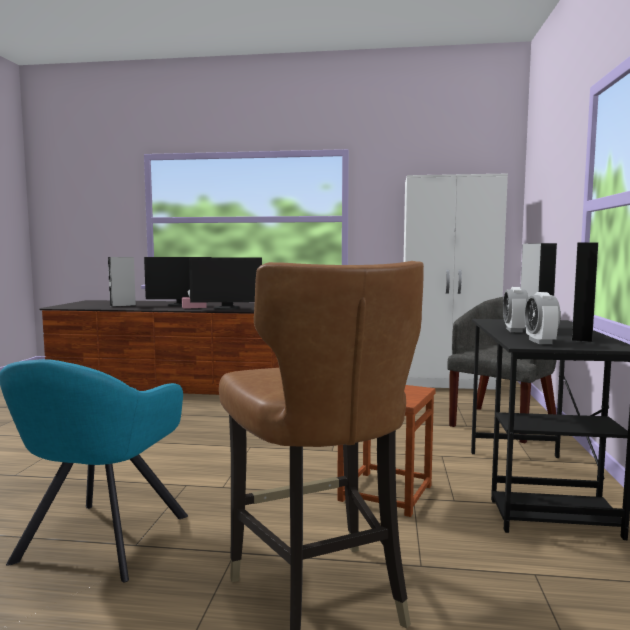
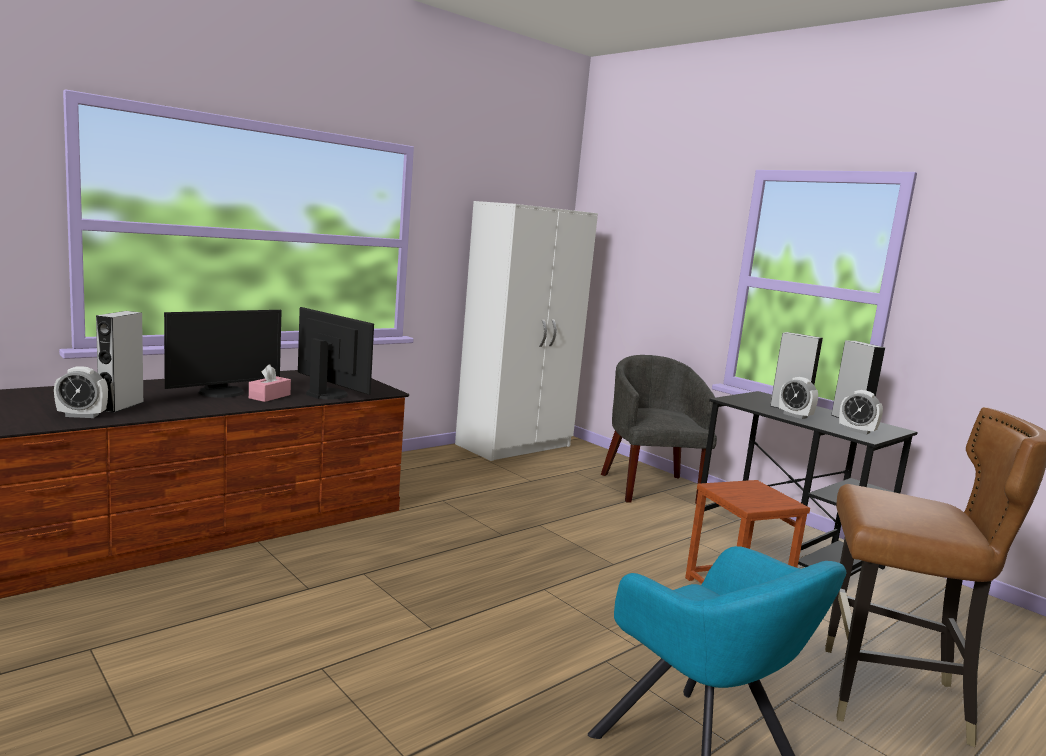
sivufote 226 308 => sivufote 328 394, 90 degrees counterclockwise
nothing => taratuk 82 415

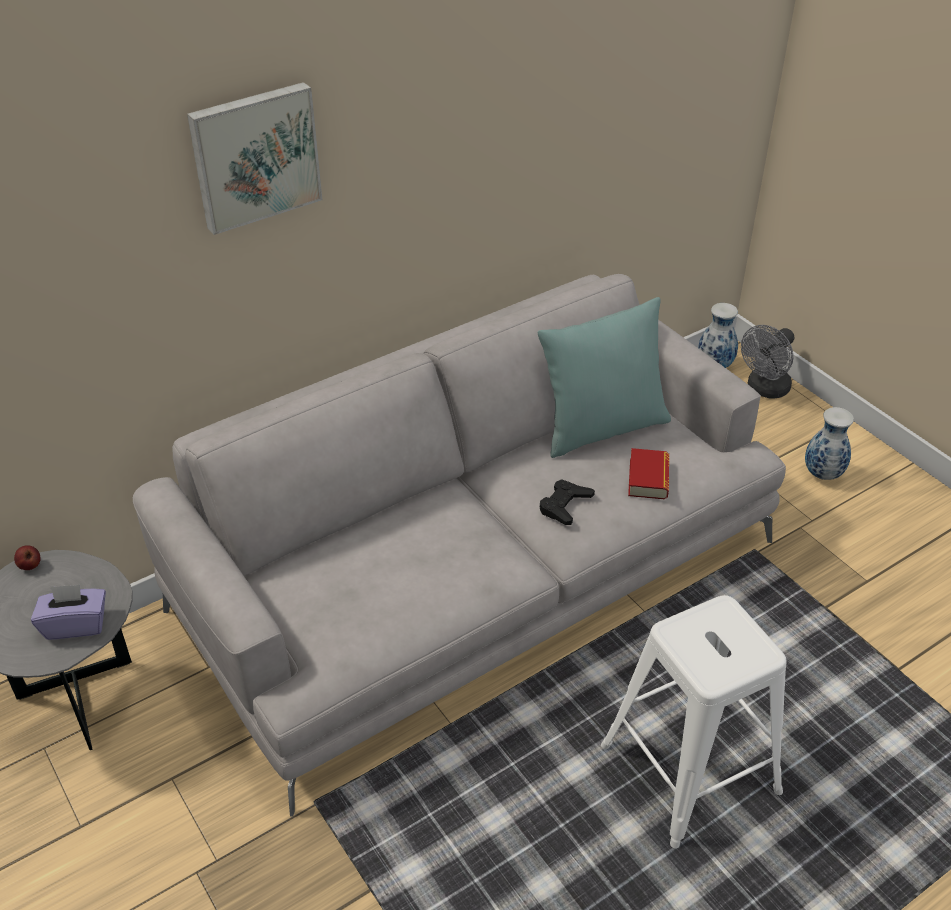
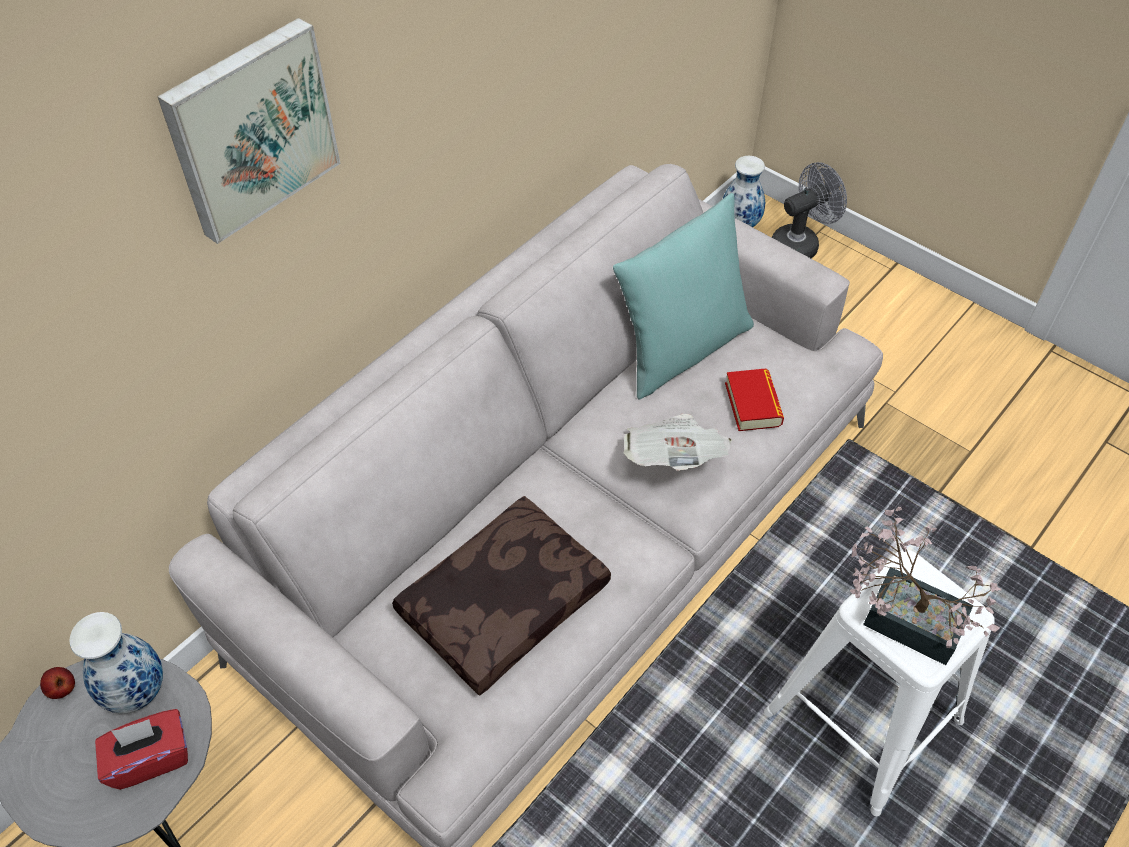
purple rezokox 76 624 => red rezokox 151 758
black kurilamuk 564 505 => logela 674 459
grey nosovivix 764 390 => grey nosovivix 800 244, 150 degrees counterclockwise
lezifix 821 474 => lezifix 135 691, relocated
nothing => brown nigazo 503 600
nothing => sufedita 902 616

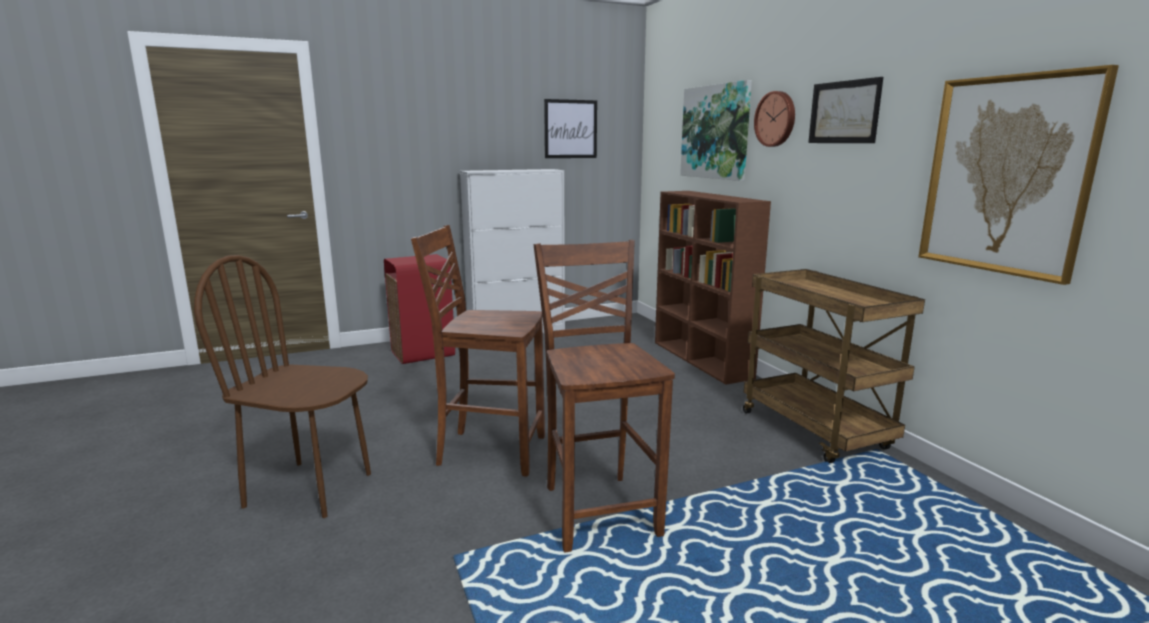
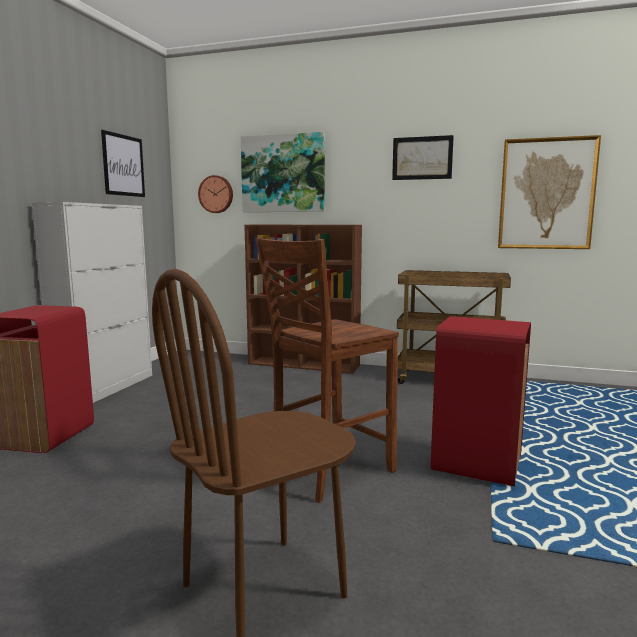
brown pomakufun 599 509 => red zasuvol 476 464
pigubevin 776 119 => pigubevin 216 194, relocated

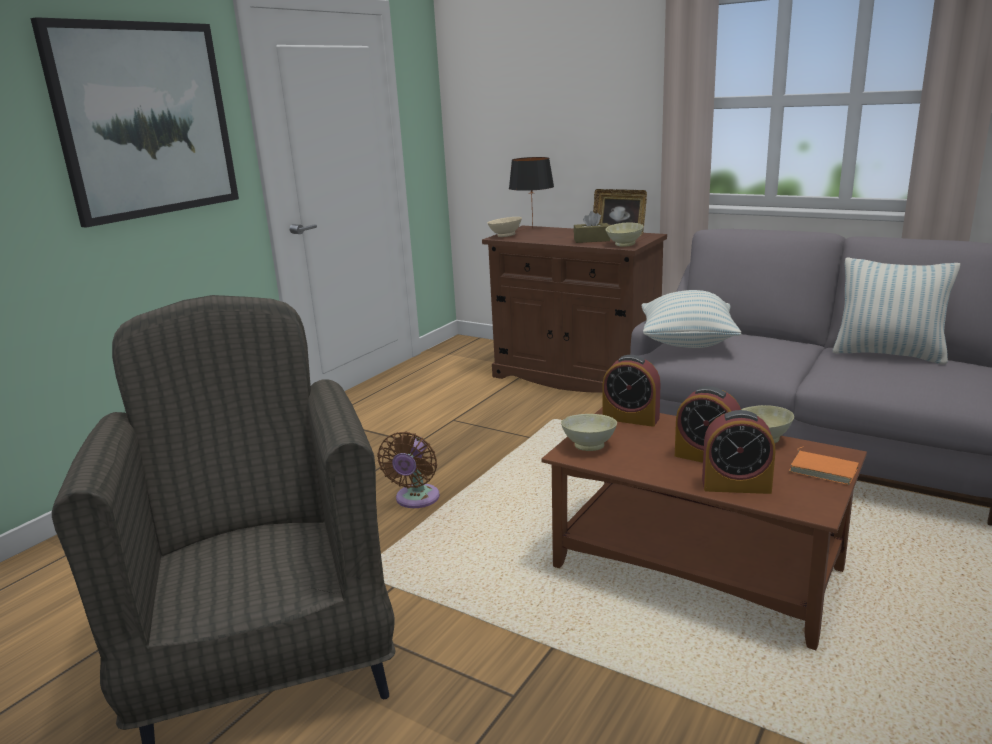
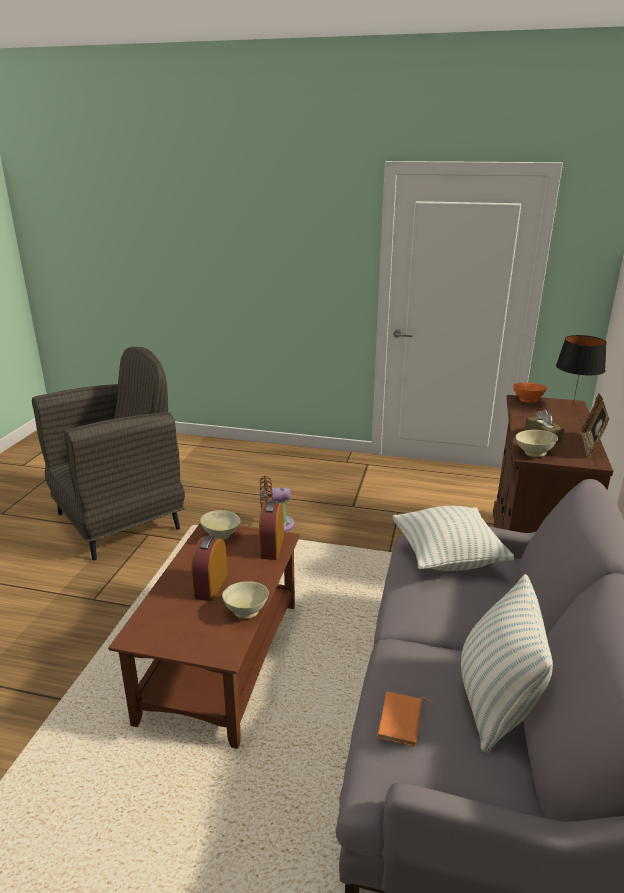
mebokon 145 120 => nothing
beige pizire 505 236 => orange pizire 528 400
taratuk 736 485 => nothing
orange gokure 824 470 => orange gokure 402 721, relocated

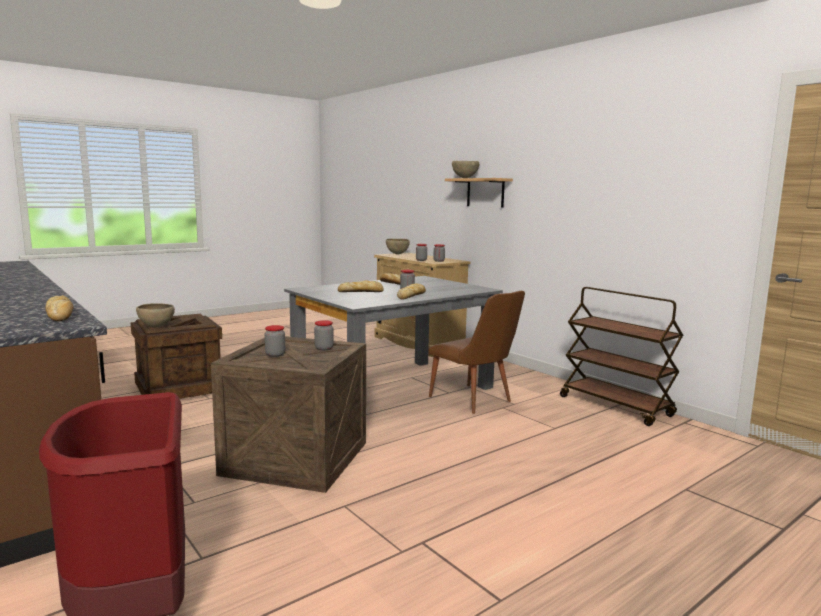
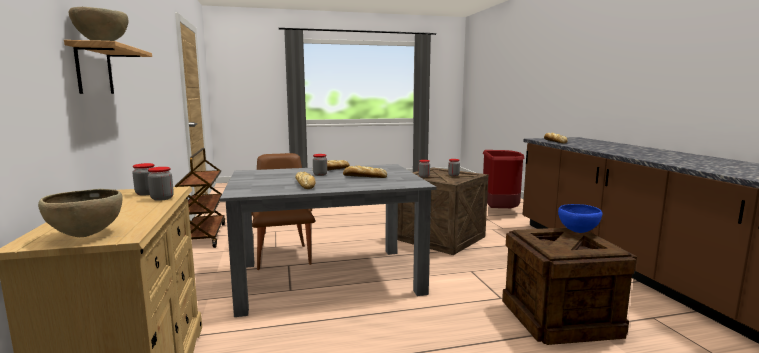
brown pizire 156 327 => blue pizire 578 232

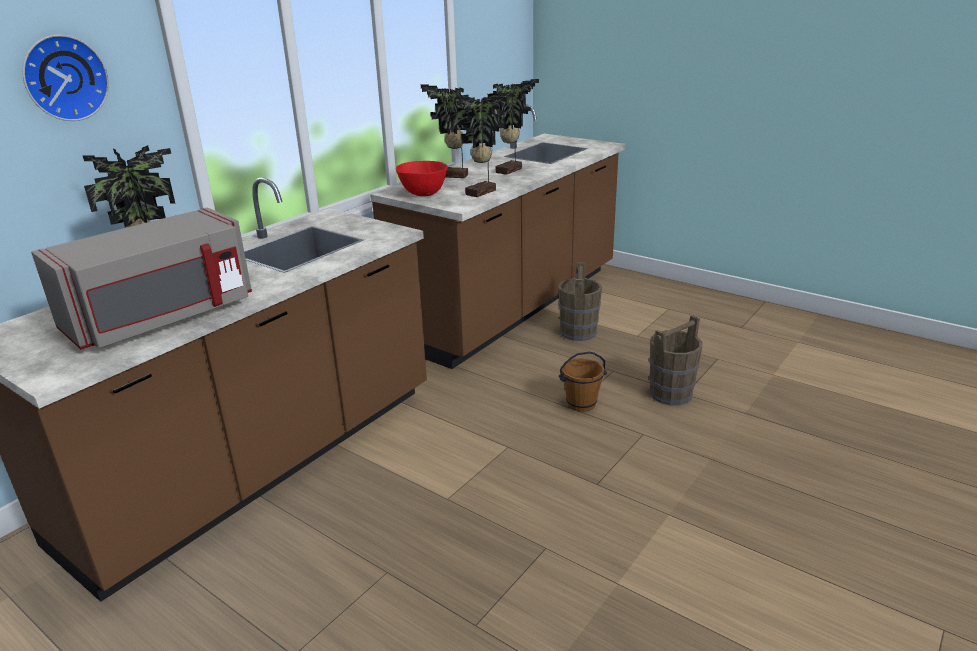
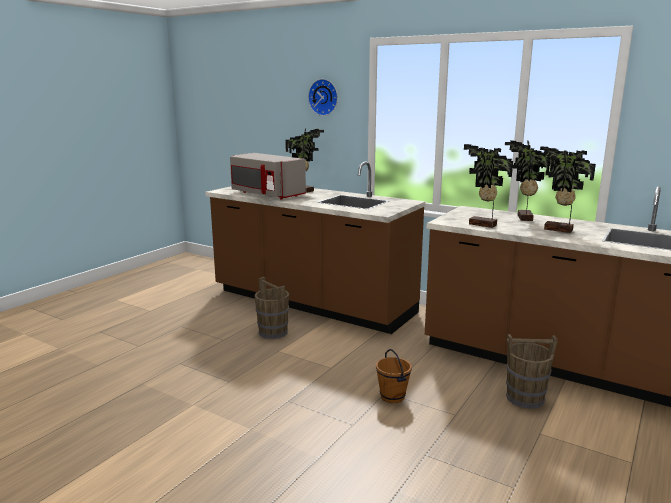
red pizire 424 194 => nothing
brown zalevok 671 393 => brown zalevok 273 332, relocated

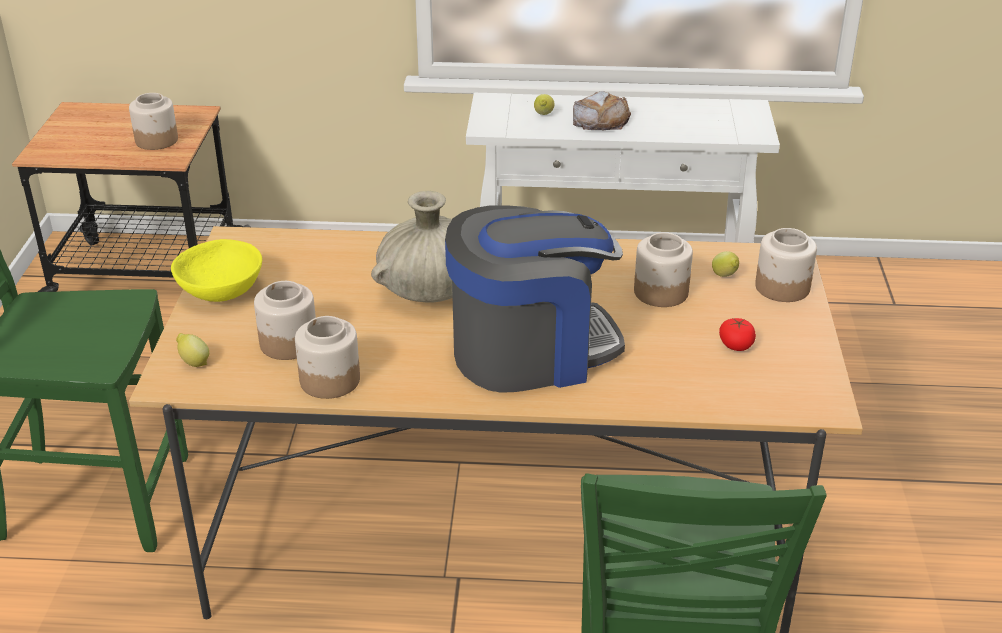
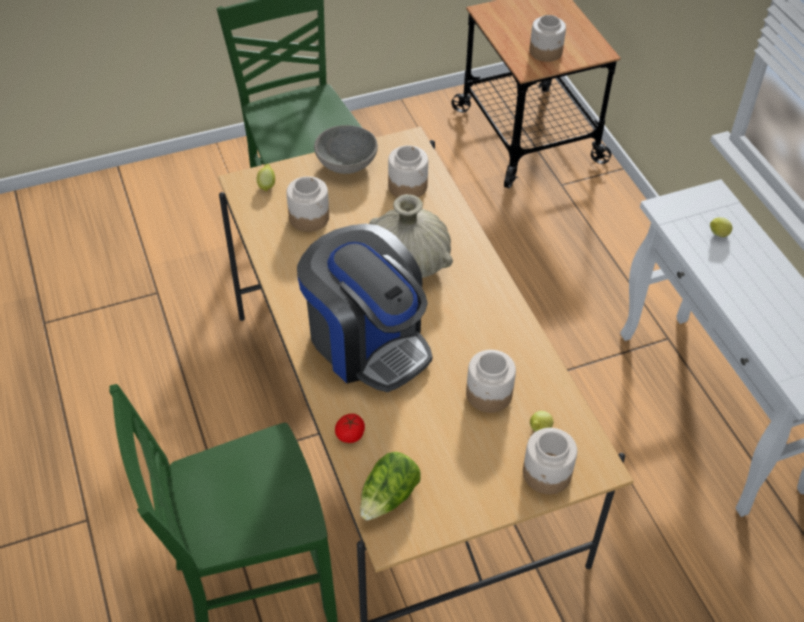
yellow pizire 220 291 => grey pizire 347 163
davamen 329 380 => davamen 408 186, relocated
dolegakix 601 120 => nothing
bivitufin 736 345 => bivitufin 350 434, relocated
nothing => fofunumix 389 497

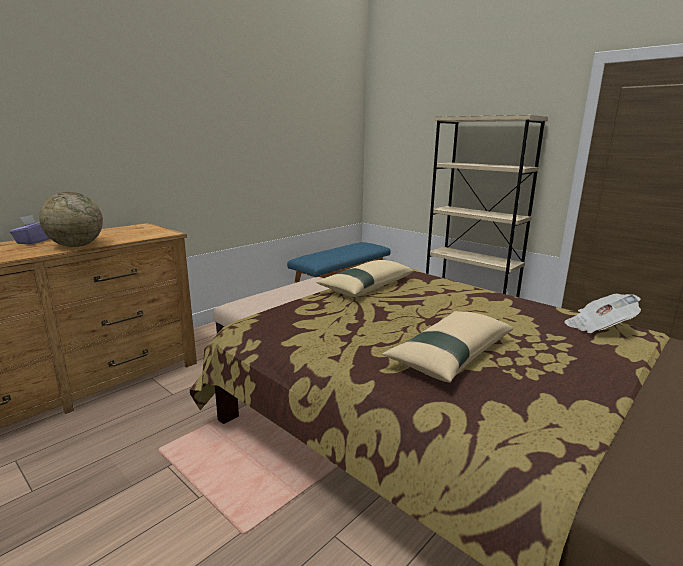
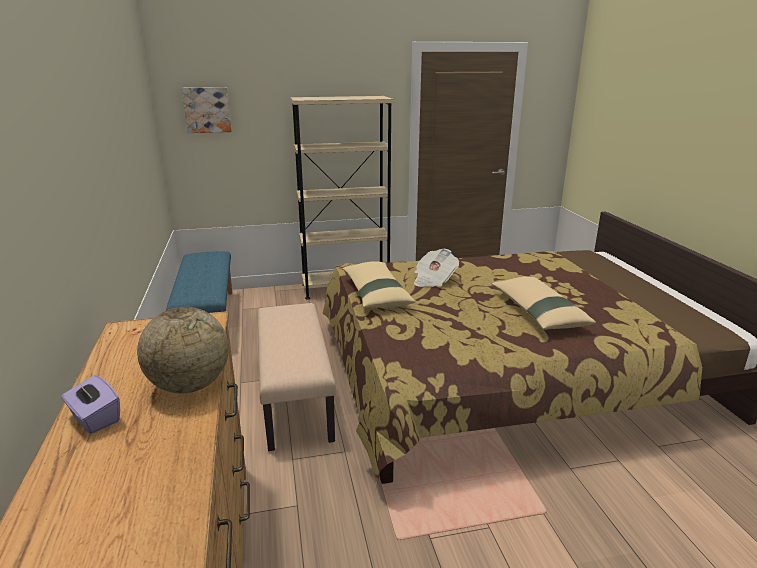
logela 598 328 => logela 433 280, relocated
nothing => mebokon 207 110

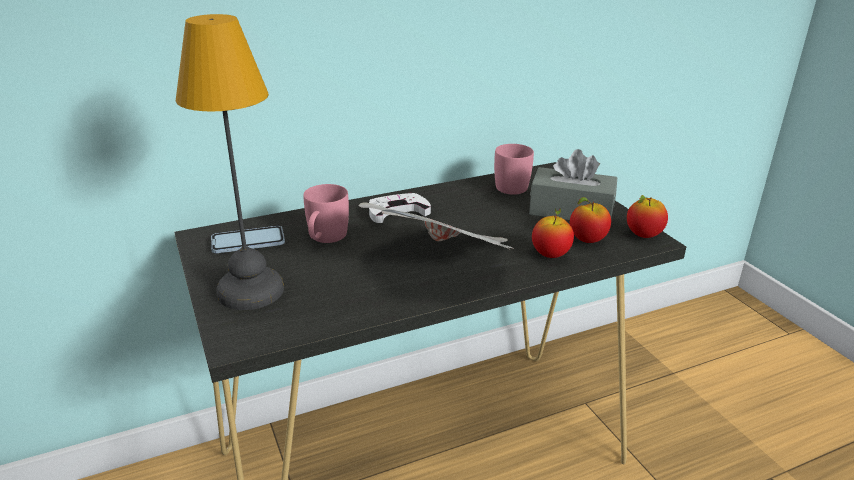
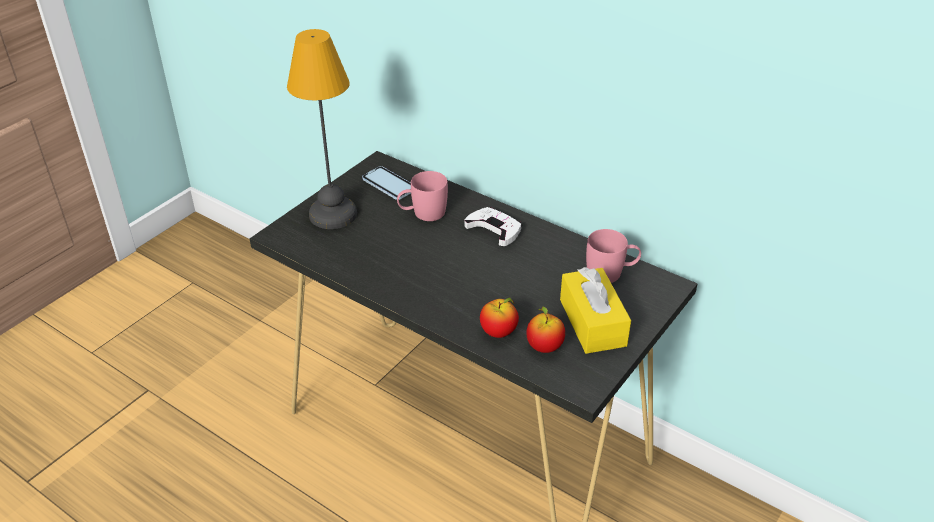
logela 444 263 => nothing
grey rezokox 571 211 => yellow rezokox 592 322
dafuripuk 643 235 => nothing

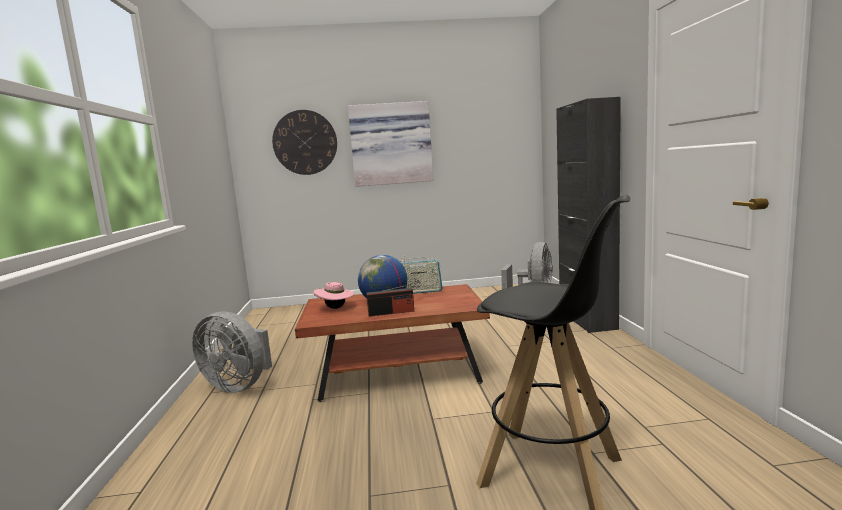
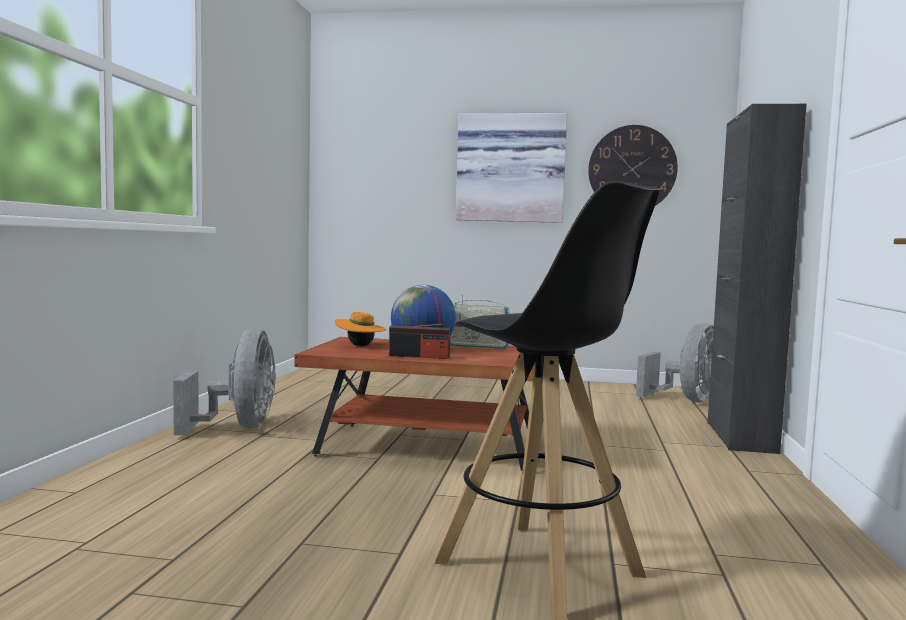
grey nosovivix 239 385 => grey nosovivix 239 427, 135 degrees counterclockwise
pigubevin 305 142 => pigubevin 632 169, relocated
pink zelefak 335 308 => orange zelefak 360 346

